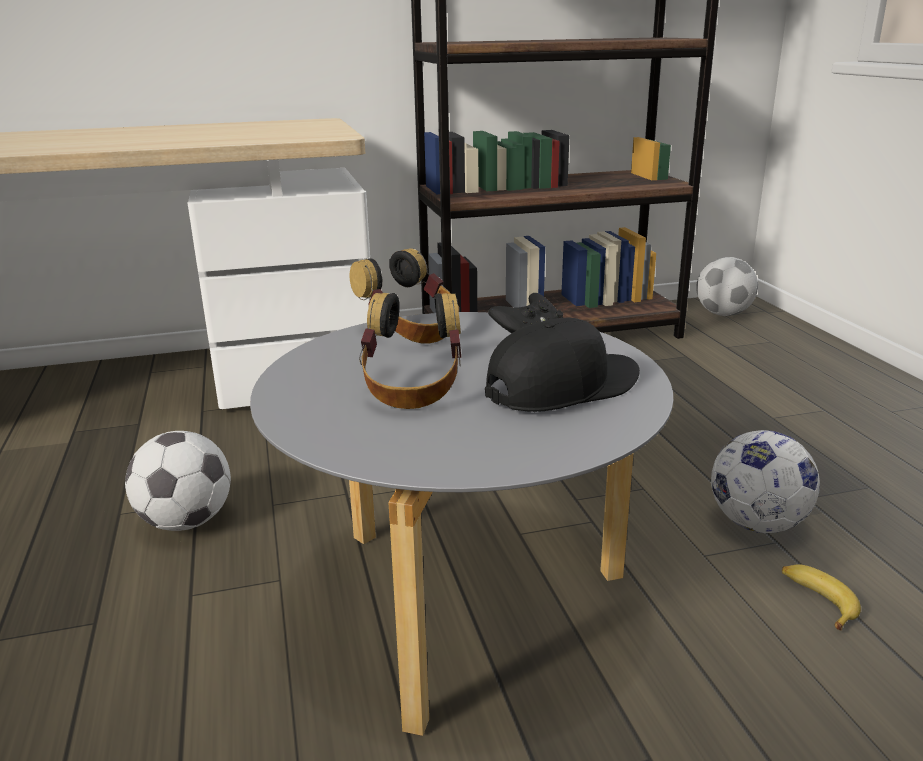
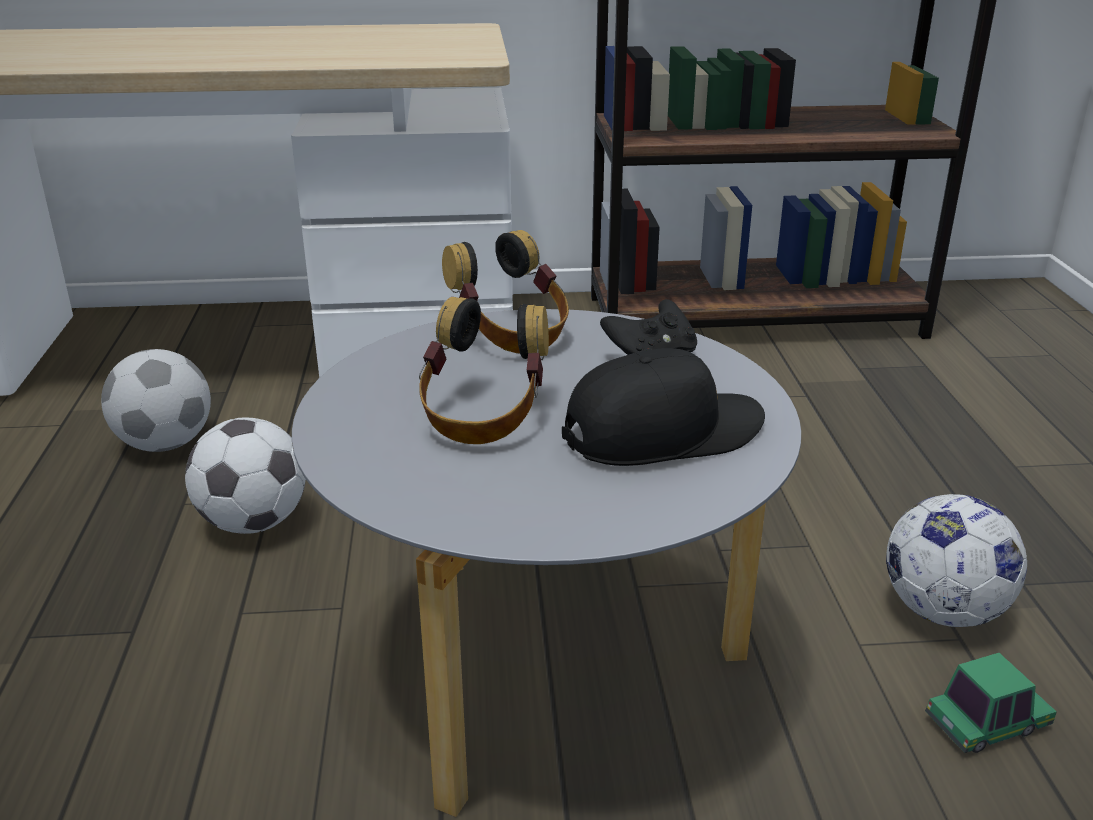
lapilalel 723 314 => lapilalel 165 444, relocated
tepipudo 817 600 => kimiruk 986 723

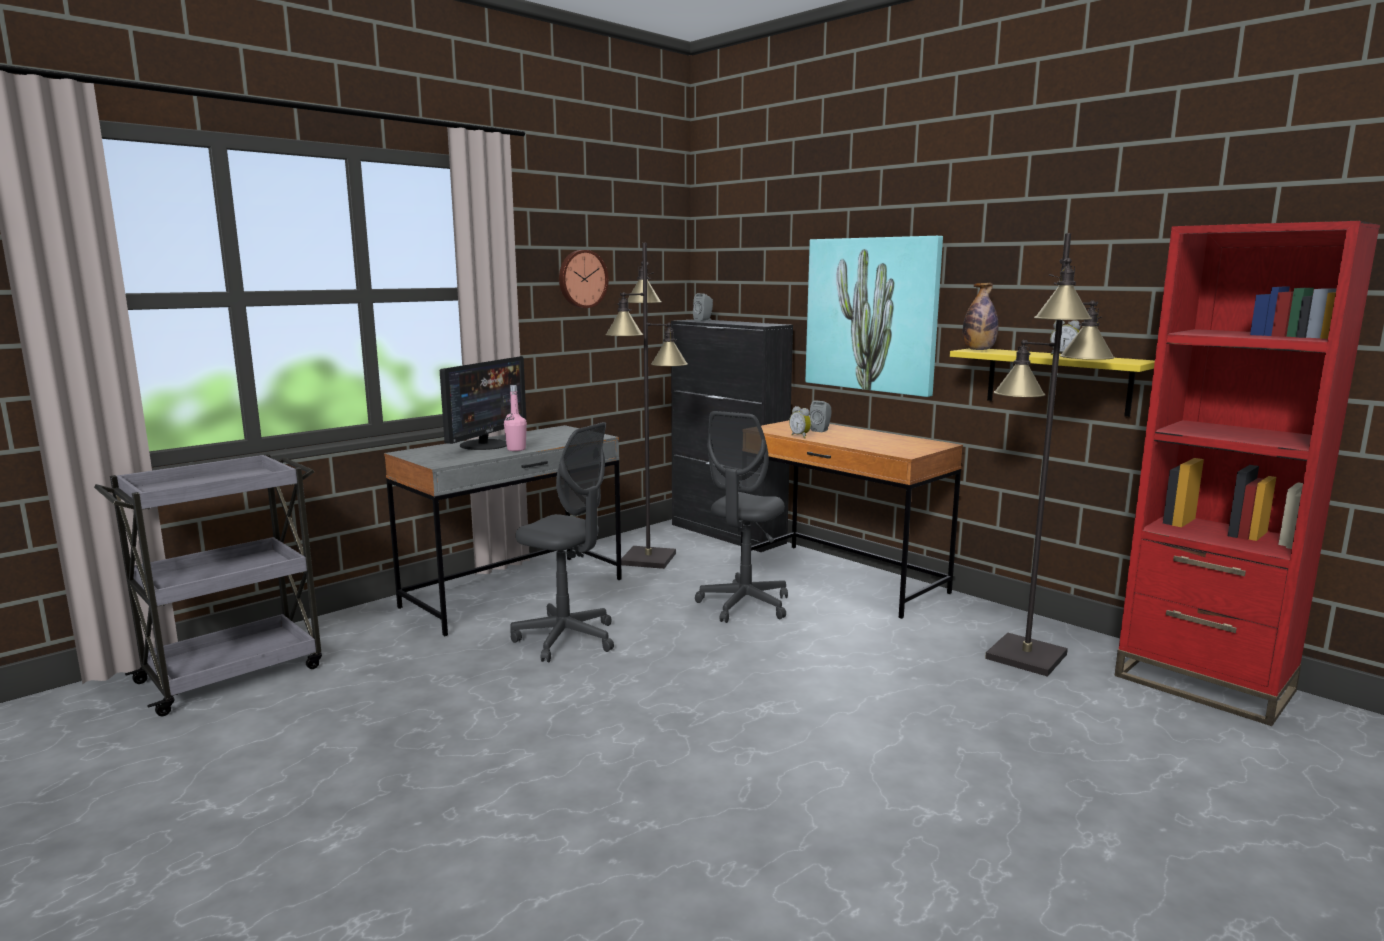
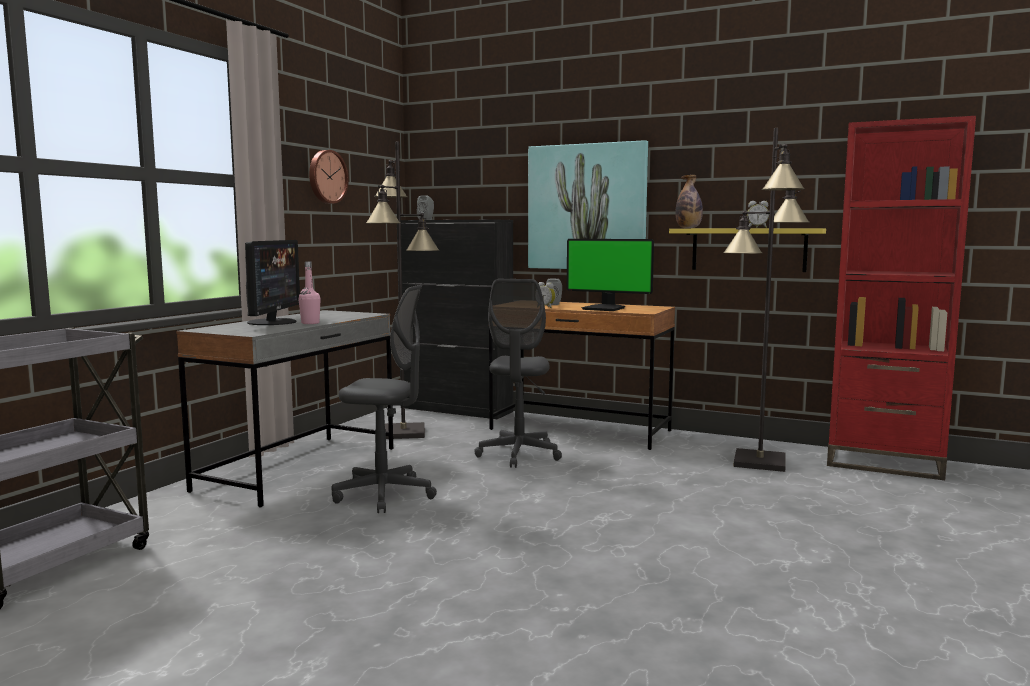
nothing => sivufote 605 308

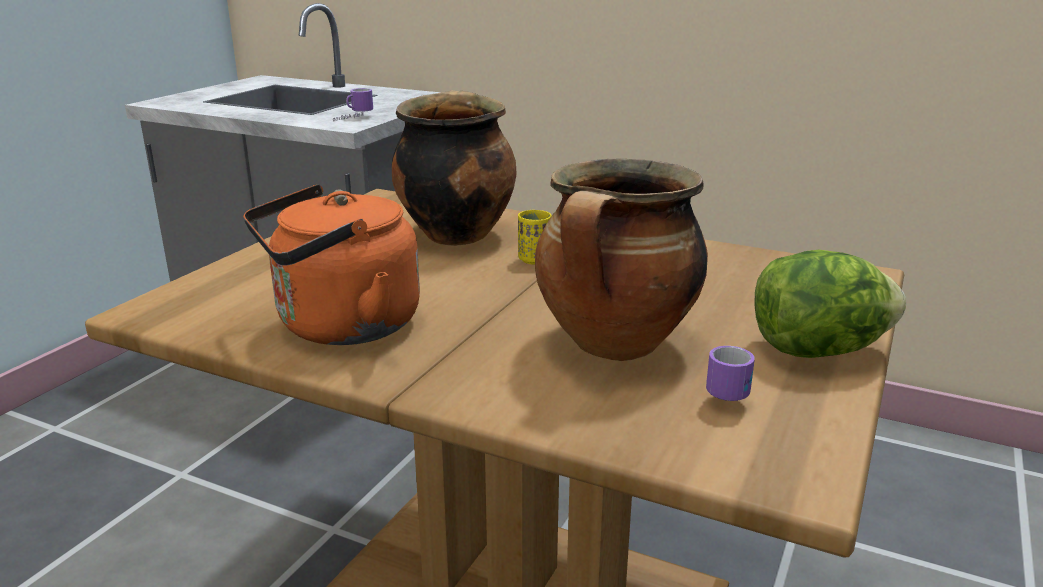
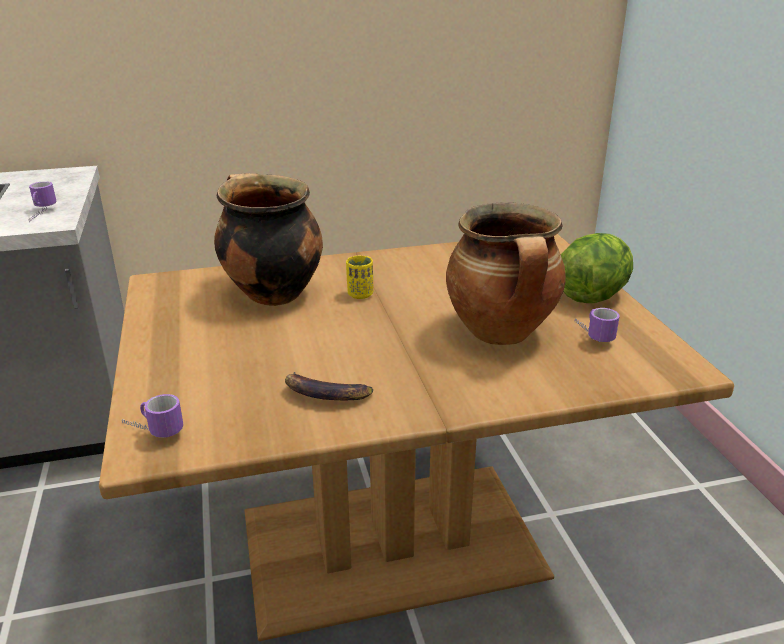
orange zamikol 341 327 => tepipudo 324 394
nothing => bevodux 152 431

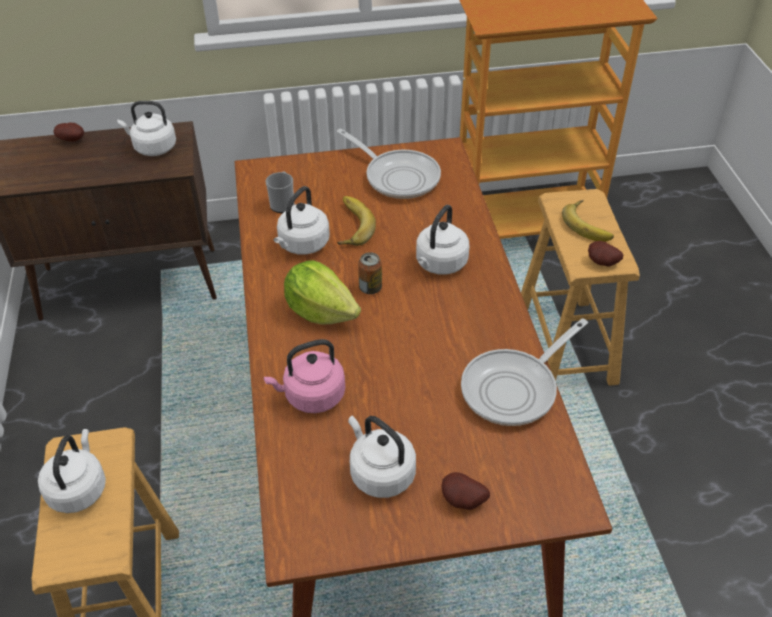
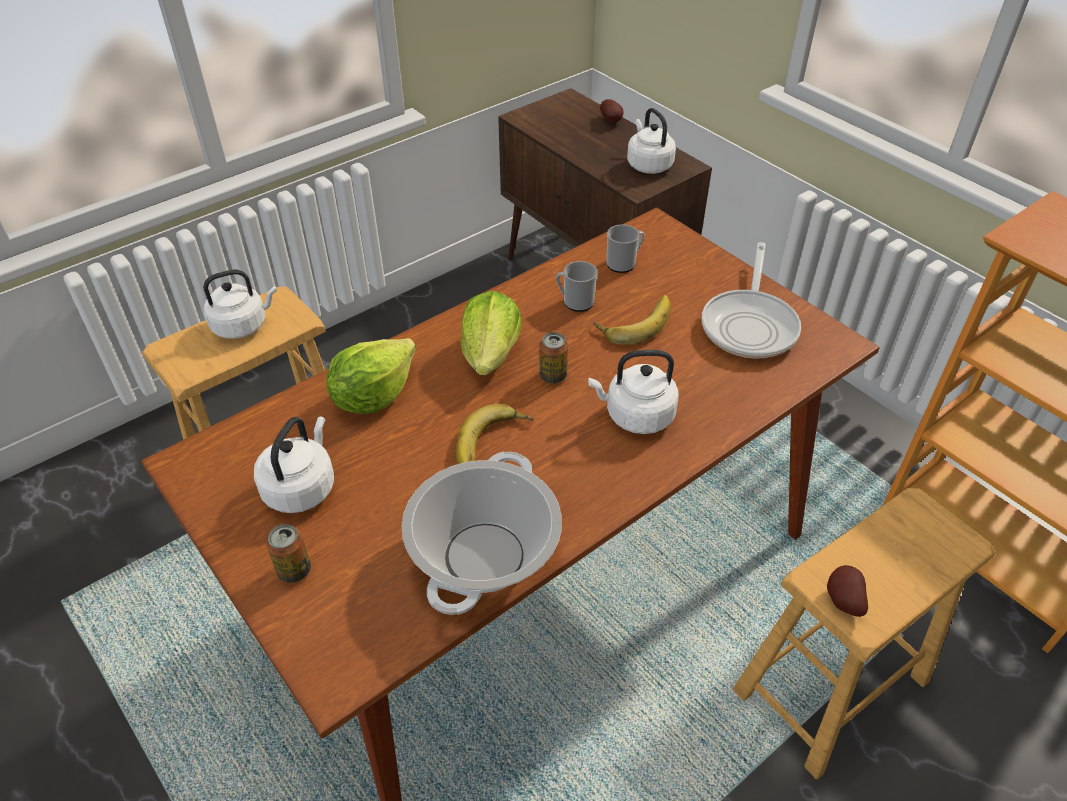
pink zamikol 311 396 => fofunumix 373 396
white zamikol 302 245 => bevodux 575 302
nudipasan 462 502 => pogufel 294 570
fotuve 514 388 => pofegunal 485 557
tepipudo 589 224 => tepipudo 492 445, relocated

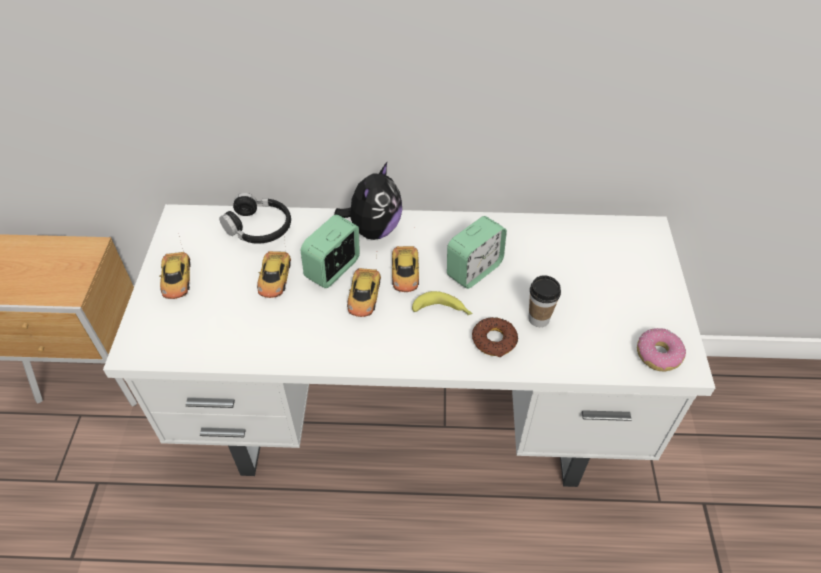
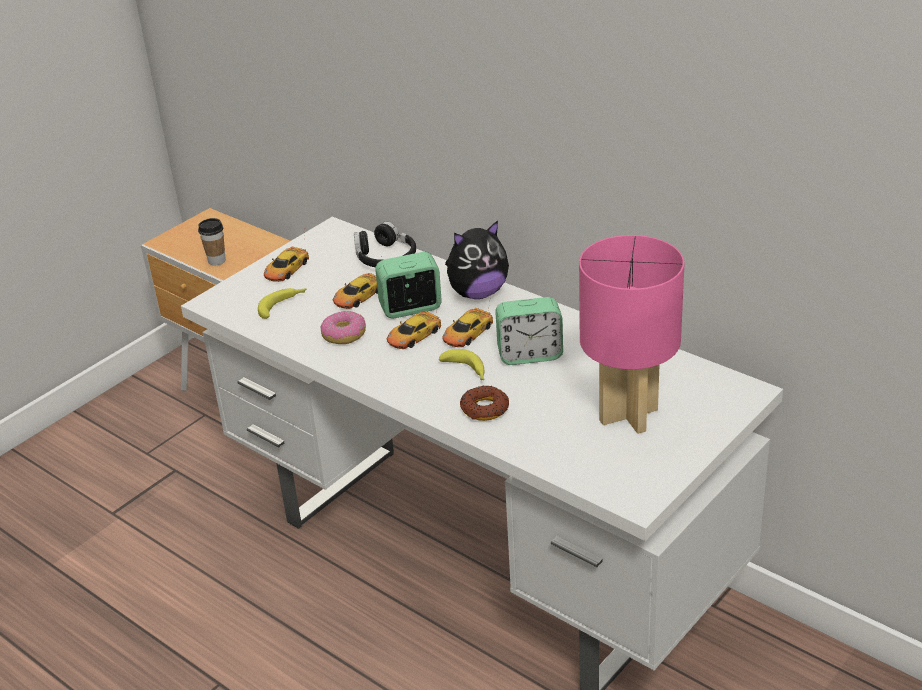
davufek 538 319 => davufek 217 261, relocated
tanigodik 658 354 => tanigodik 344 334, relocated
nothing => tepipudo 283 306
nothing => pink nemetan 629 416

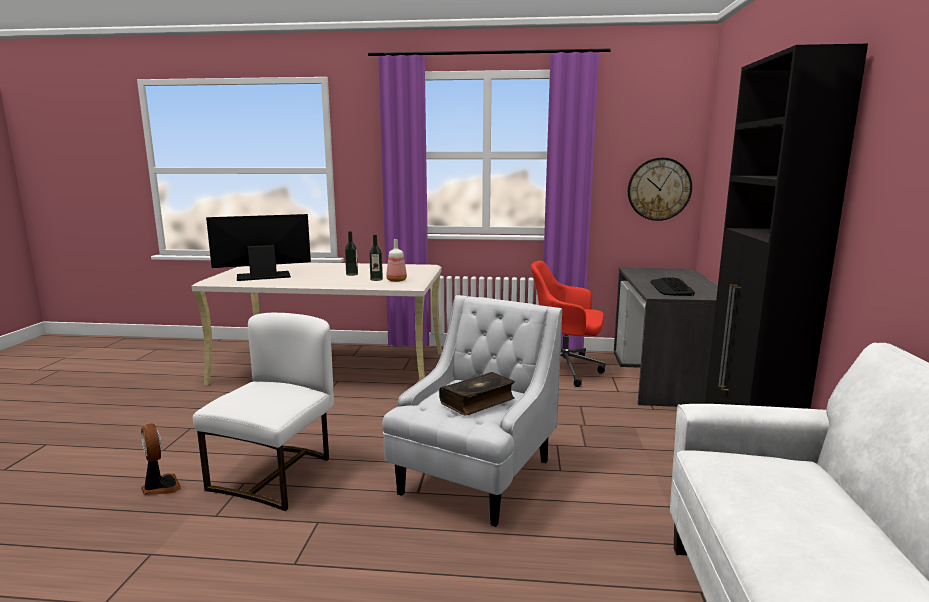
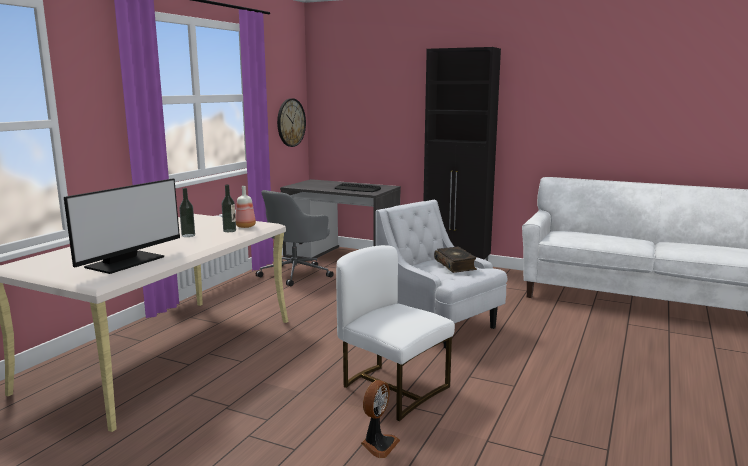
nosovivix 160 487 => nosovivix 378 444, 135 degrees clockwise
sivufote 263 276 => sivufote 126 262, 150 degrees counterclockwise
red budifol 565 369 => grey budifol 296 274

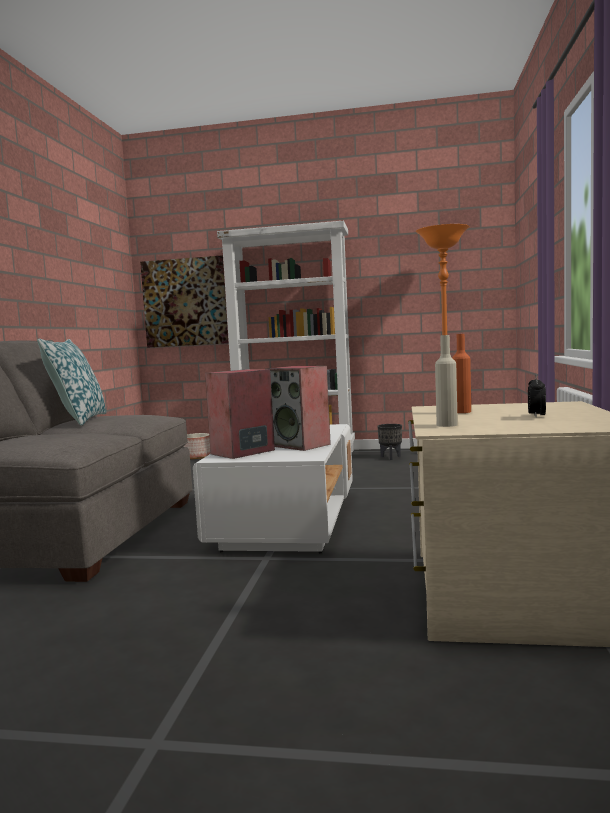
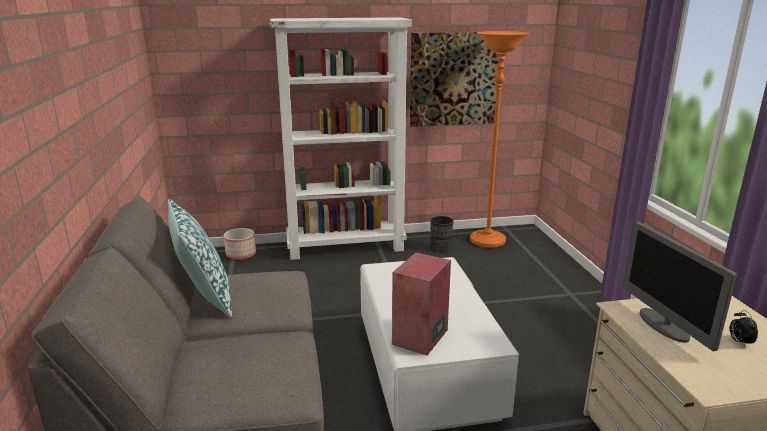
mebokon 184 302 => mebokon 454 79, relocated
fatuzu 301 445 => nothing
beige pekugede 447 425 => nothing
orange pekugede 462 412 => sivufote 664 325

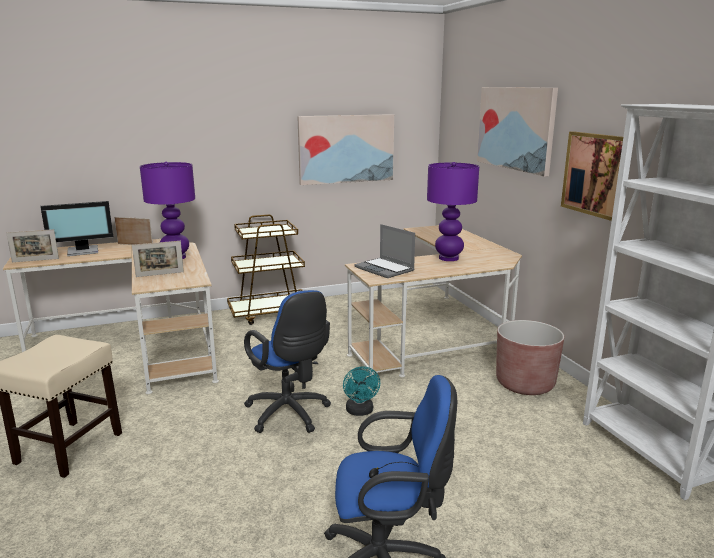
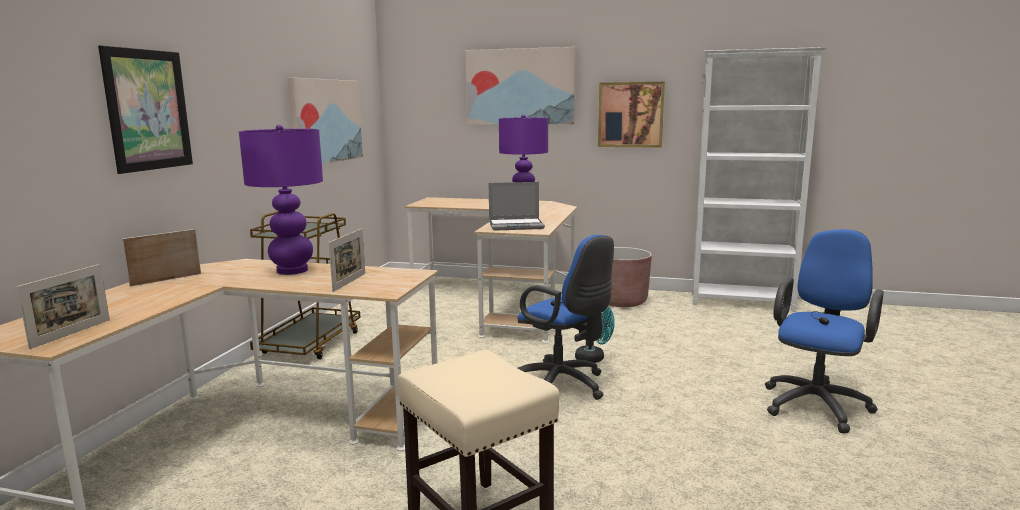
sivufote 83 251 => nothing
blue budifol 290 415 => blue budifol 563 386, 45 degrees clockwise
nothing => mebokon 148 110

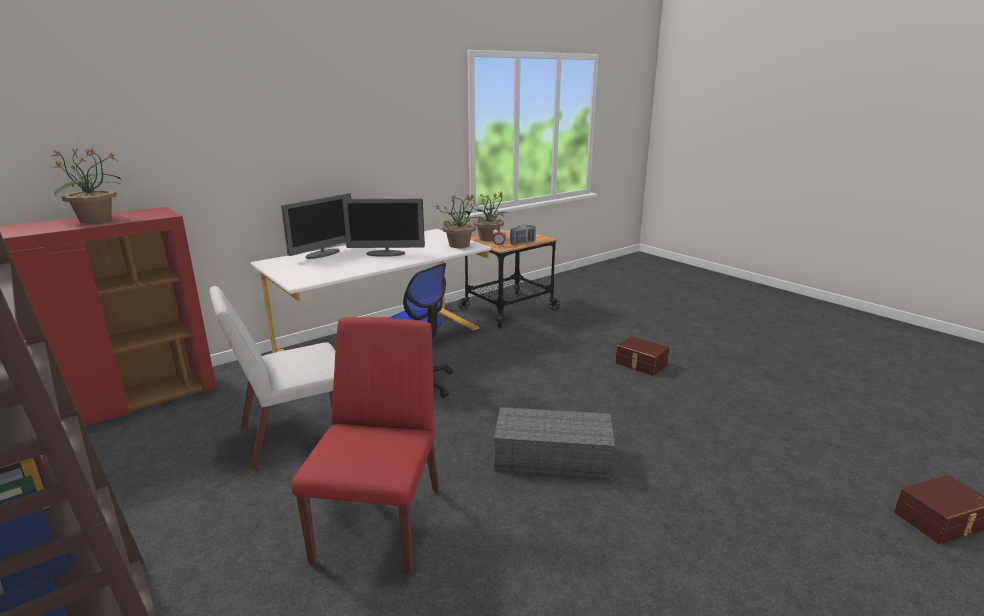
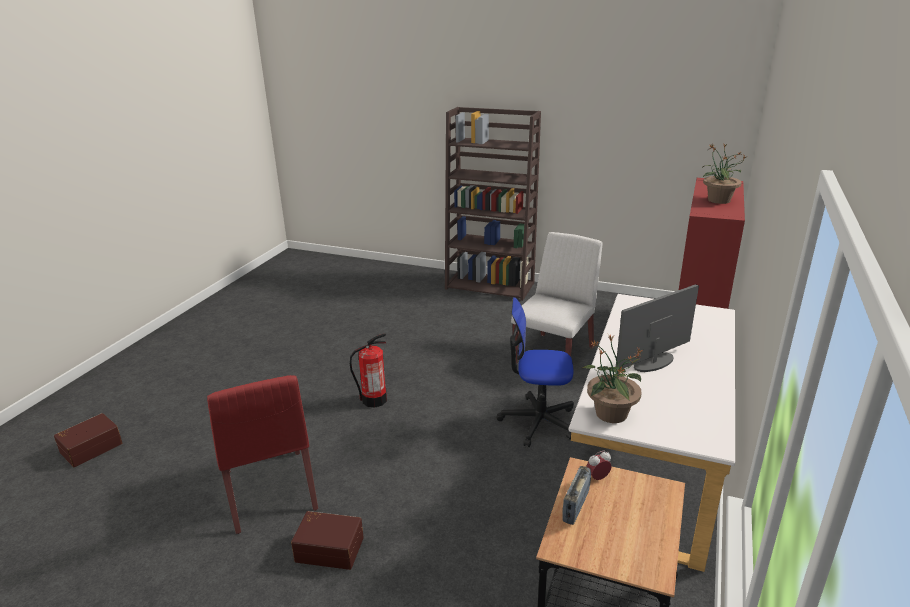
sivufote 323 254 => nothing
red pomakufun 380 522 => red pomakufun 270 491, relocated
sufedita 489 238 => nothing
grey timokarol 550 458 => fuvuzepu 374 400

